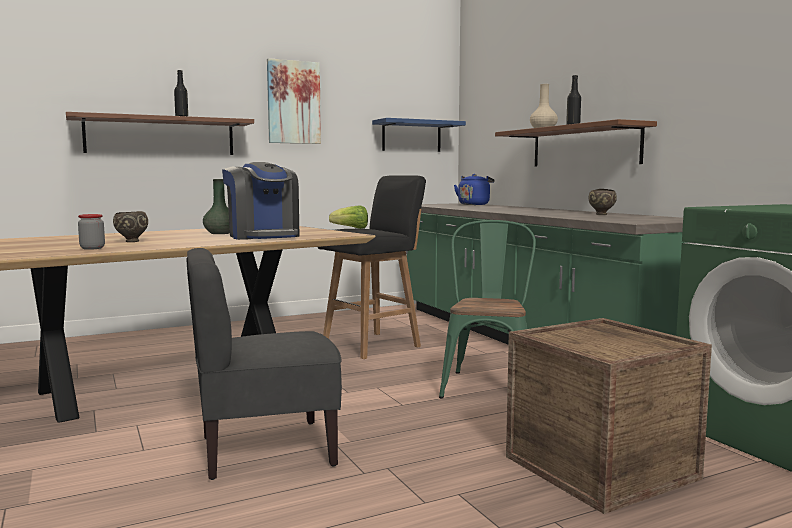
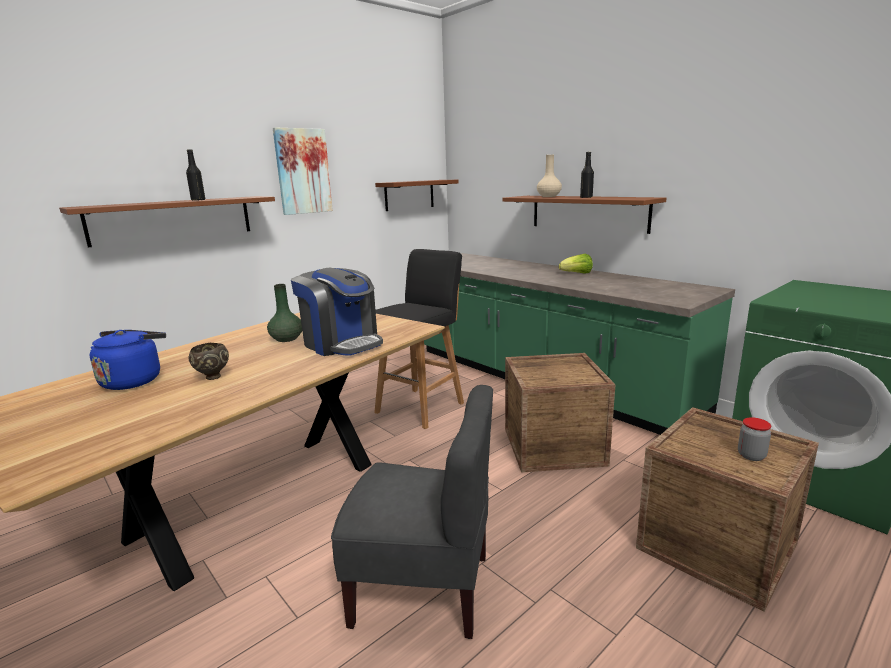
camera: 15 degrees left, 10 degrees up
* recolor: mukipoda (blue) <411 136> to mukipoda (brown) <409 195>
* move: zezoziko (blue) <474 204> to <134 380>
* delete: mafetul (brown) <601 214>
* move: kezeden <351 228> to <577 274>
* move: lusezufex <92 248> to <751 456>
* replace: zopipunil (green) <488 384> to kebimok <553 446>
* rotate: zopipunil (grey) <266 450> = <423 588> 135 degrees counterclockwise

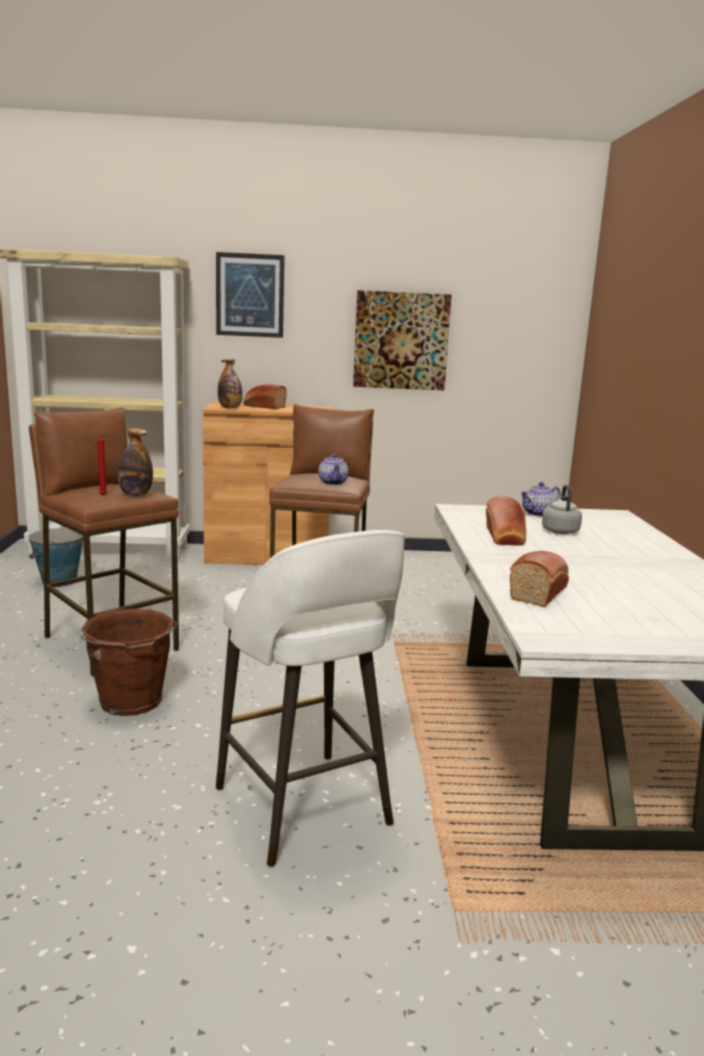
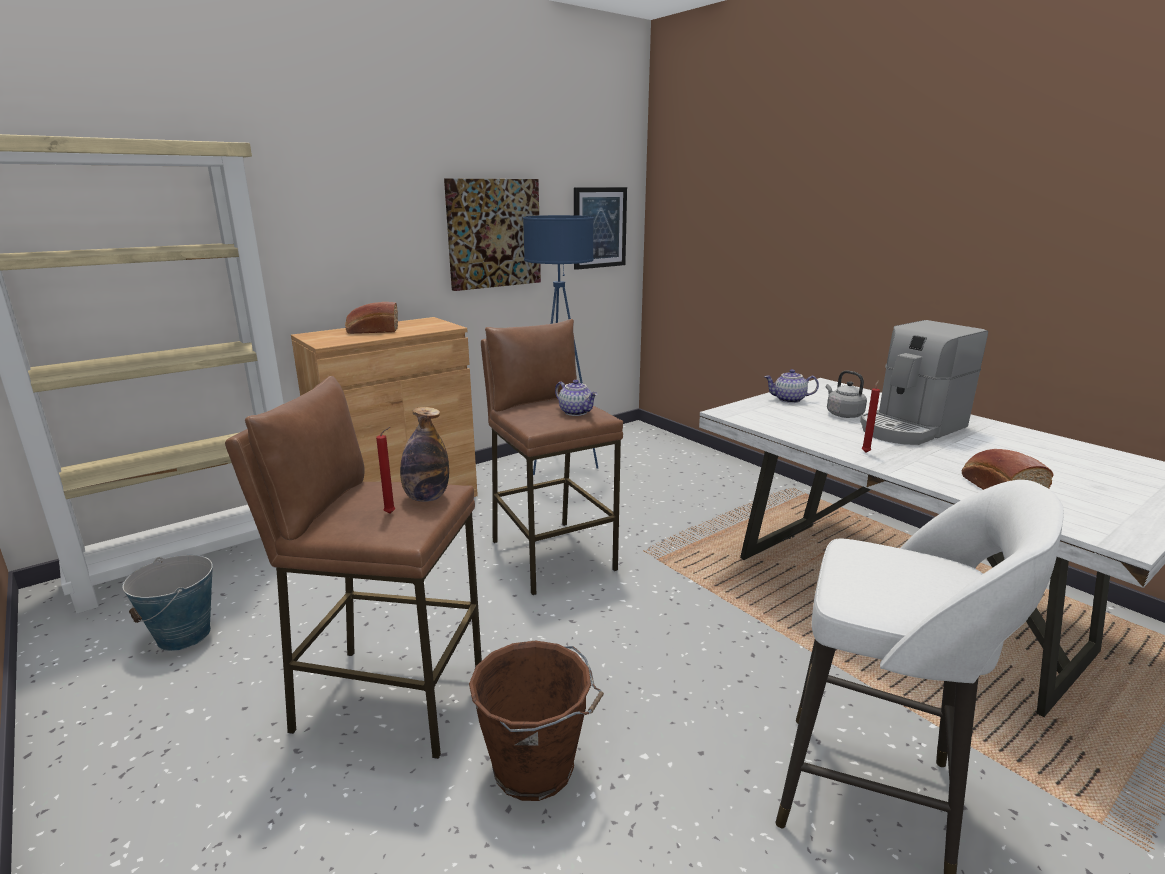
camera: 35 degrees left, 5 degrees up
* move: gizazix <250 295> to <599 227>
* delete: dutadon <230 408>
* rotate: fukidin <538 514> = <789 400> 75 degrees clockwise
* delete: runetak <505 537>
* insert: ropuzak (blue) <561 463>
* insert: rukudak <910 428>
* insert: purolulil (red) <866 452>

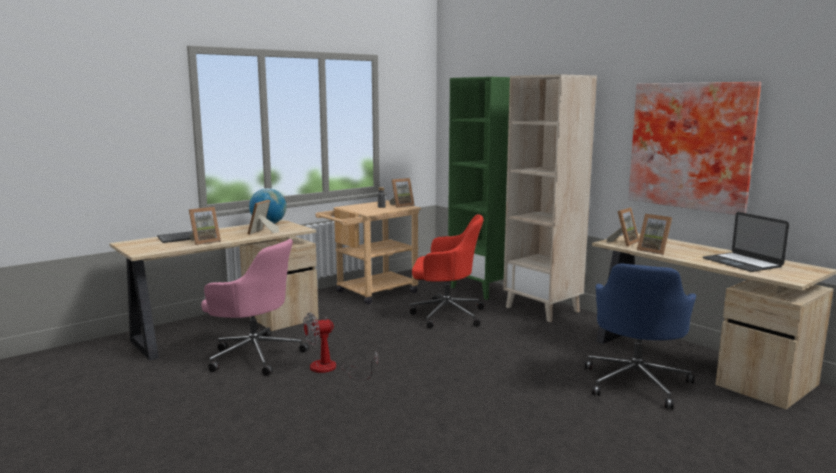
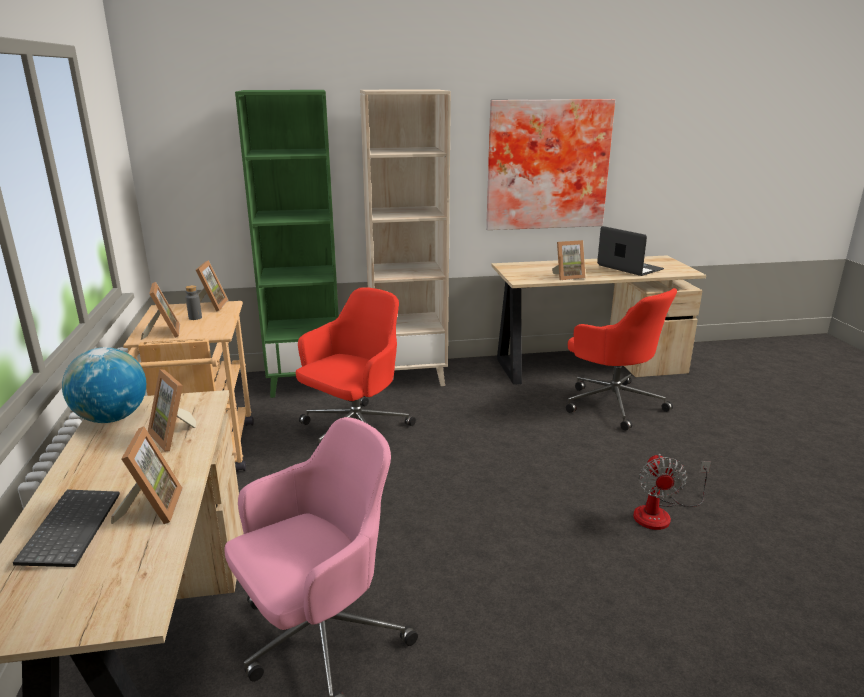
camera: 60 degrees left, 10 degrees up
* move: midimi <624 242> to <163 332>
* rotate: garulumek <742 262> = <629 267> 135 degrees counterclockwise
* recolor: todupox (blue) <636 382> to todupox (red) <612 403>
* move: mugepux <331 369> to <661 513>

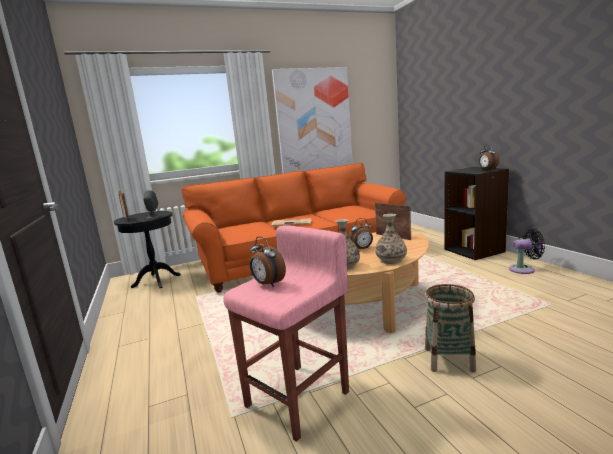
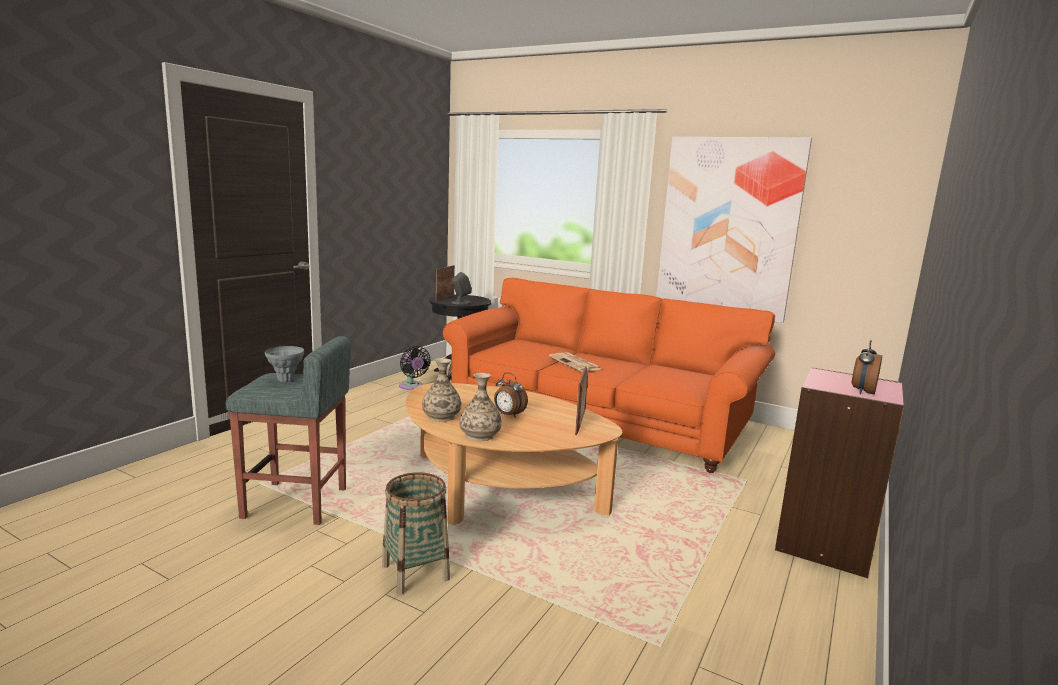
camera: 50 degrees right, 0 degrees up
* recolor: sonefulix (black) <474 250> to sonefulix (pink) <825 544>
* recolor: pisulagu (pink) <299 398> to pisulagu (grey) <297 503>
* move: mugepux (black) <524 269> to <412 386>
* replace: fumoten <268 284> to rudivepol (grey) <286 380>

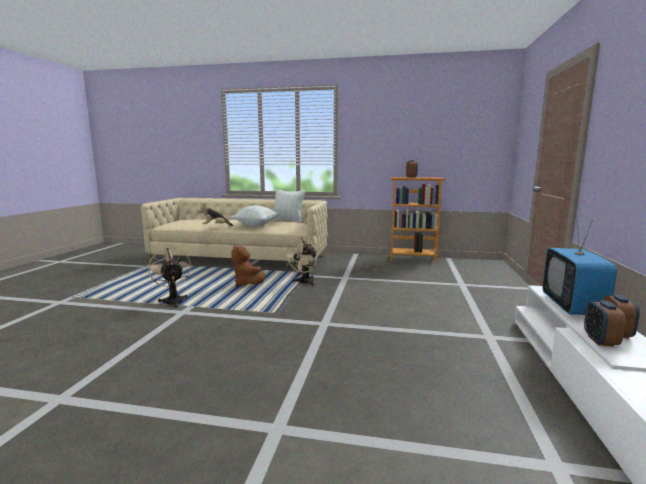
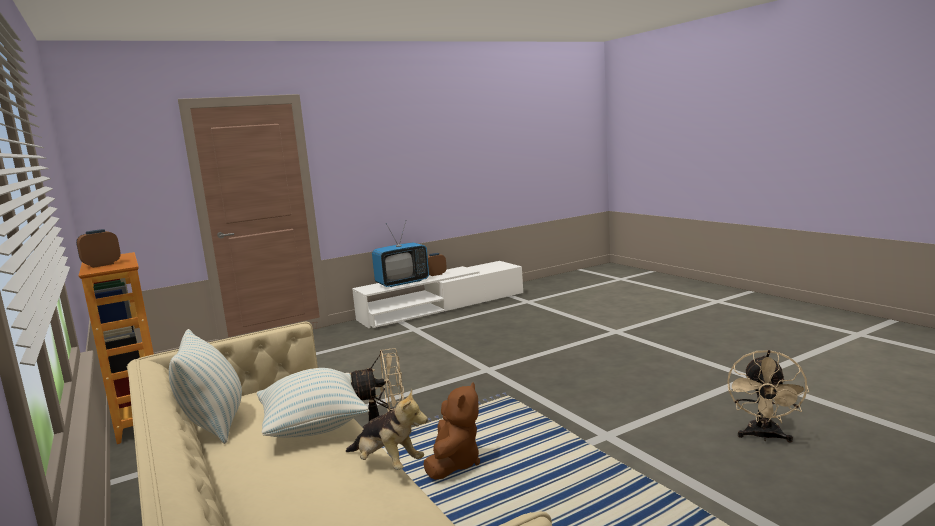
camera: 130 degrees left, 0 degrees up
* move: mugepux (beige) <173 300> to <764 437>
* delete: fumoten <600 341>

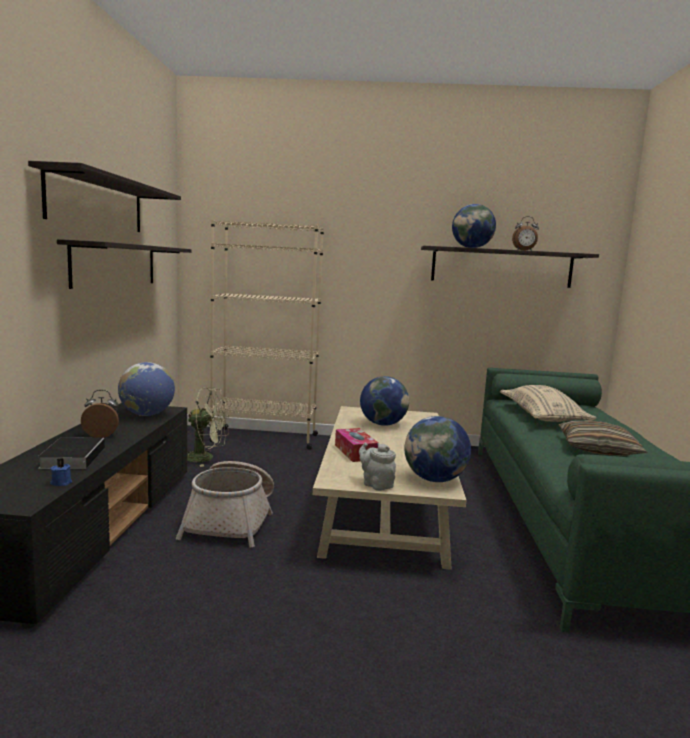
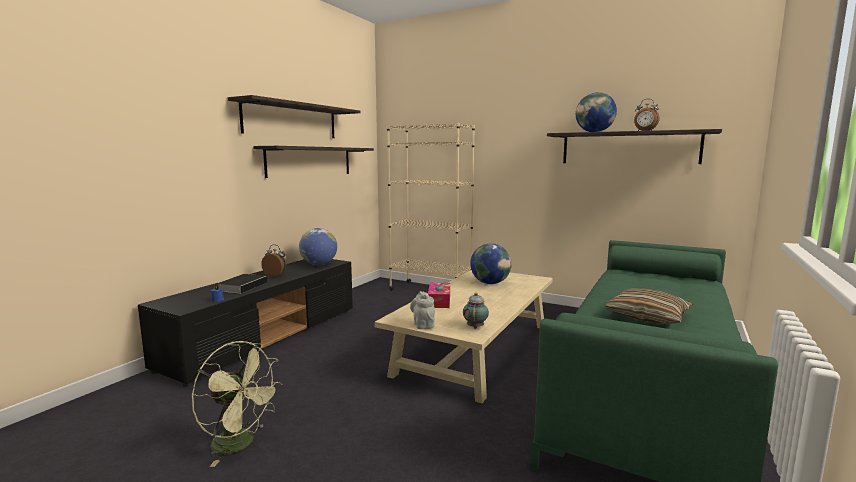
camera: 25 degrees right, 0 degrees up
* delete: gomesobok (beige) <542 417>
* move: mugepux (green) <206 458> to <241 444>
* replace: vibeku <435 479> to fukidin <475 327>
* delete: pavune <231 520>

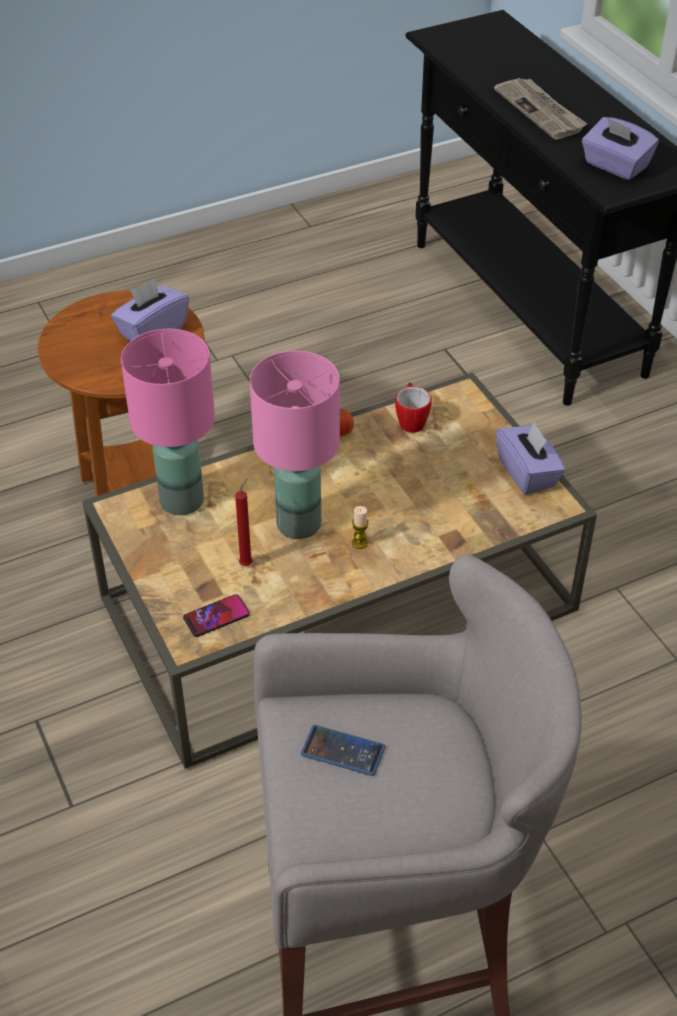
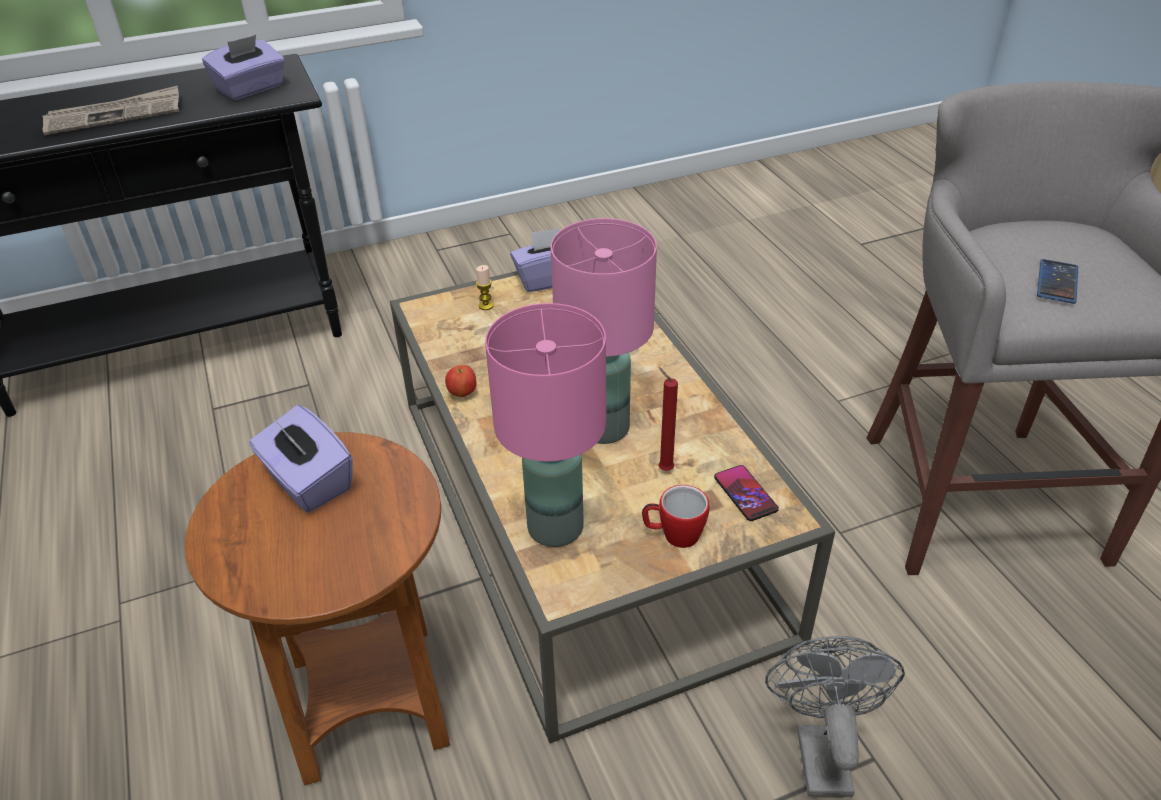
camera: 85 degrees left, 5 degrees down
* move: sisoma <411 420> to <673 535>
* move: purolulil <360 543> to <486 305>
* insert: mugepux (grey) <819 749>

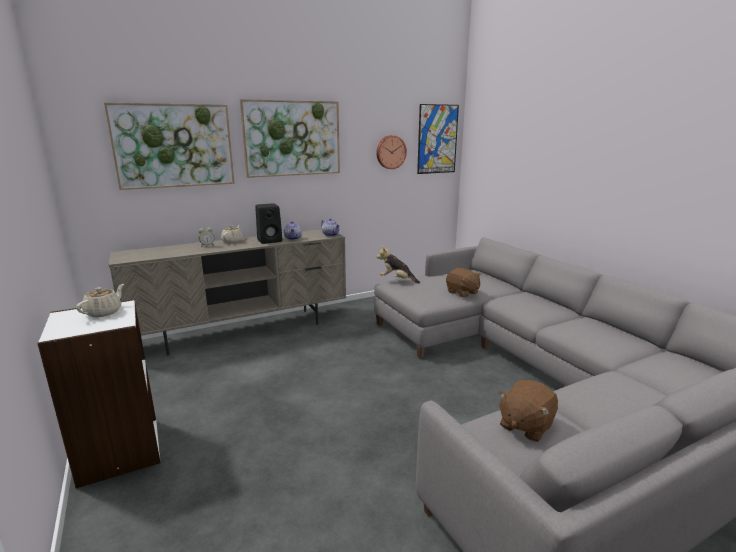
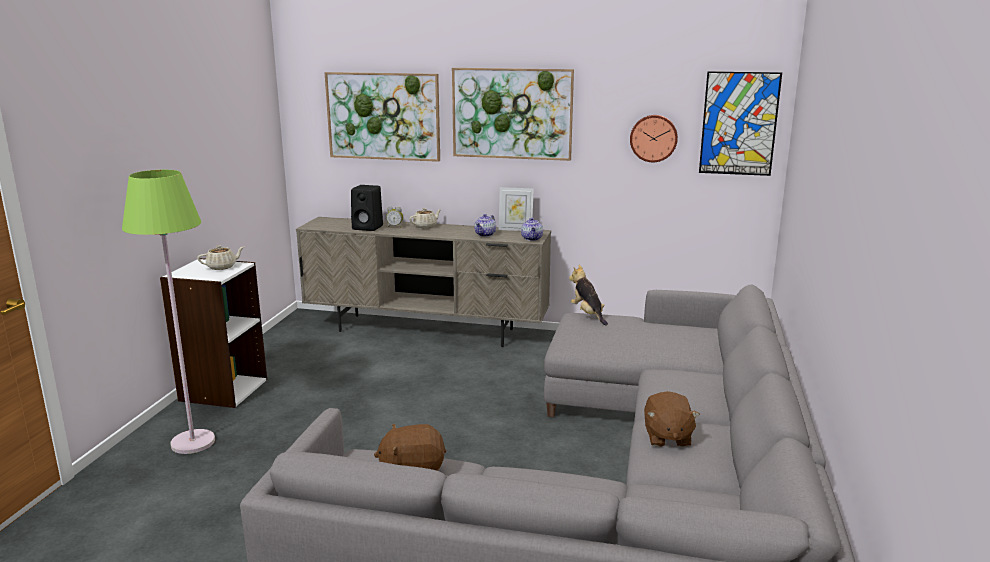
camera: 40 degrees right, 0 degrees up
* move: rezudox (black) <270 240> to <368 227>
* move: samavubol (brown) <462 292> to <667 437>
* insert: ropuzak (green) <193 442>
* insert: midimi <515 229>

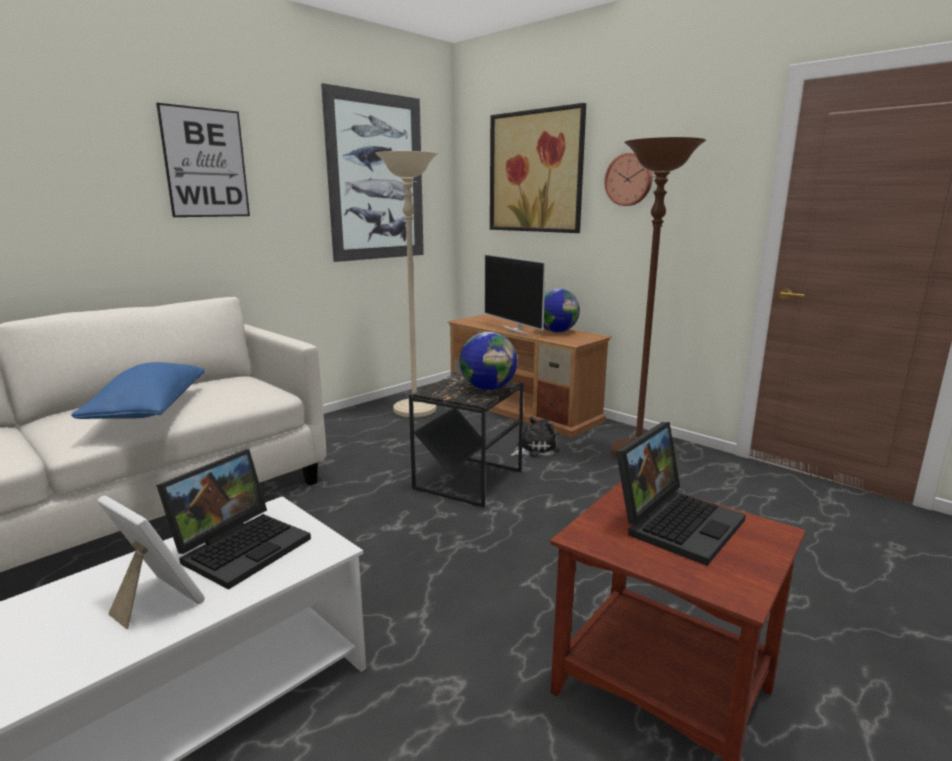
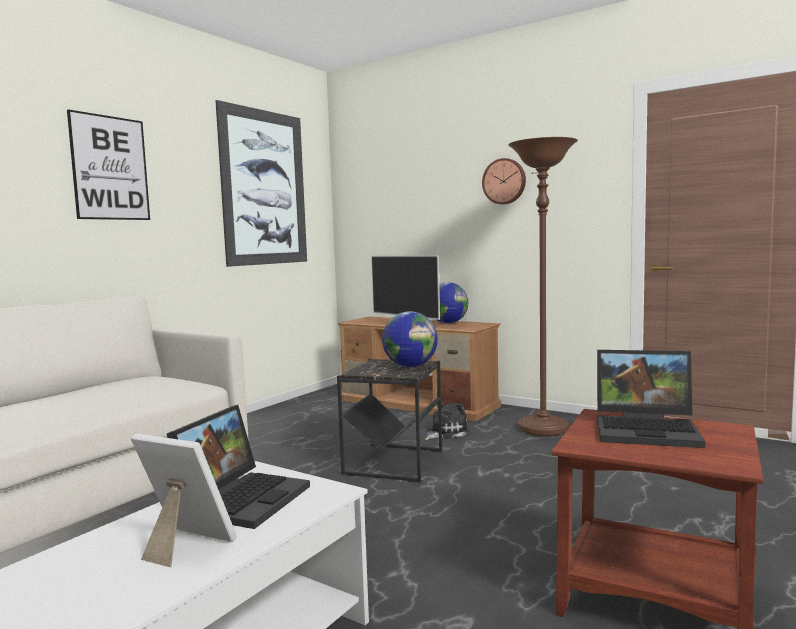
camera: 10 degrees left, 10 degrees down
* delete: gizazix <535 172>
* delete: ropuzak (beige) <415 411>
* delete: gomesobok (blue) <149 410>
* rotate: garulumek <676 522> = <648 430> 75 degrees clockwise

